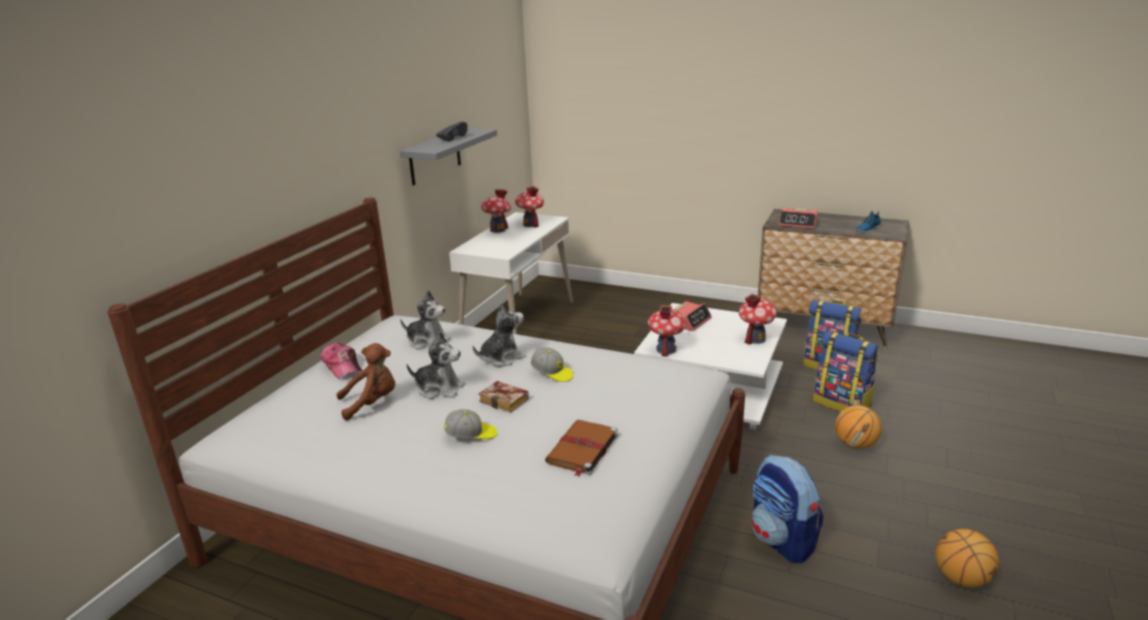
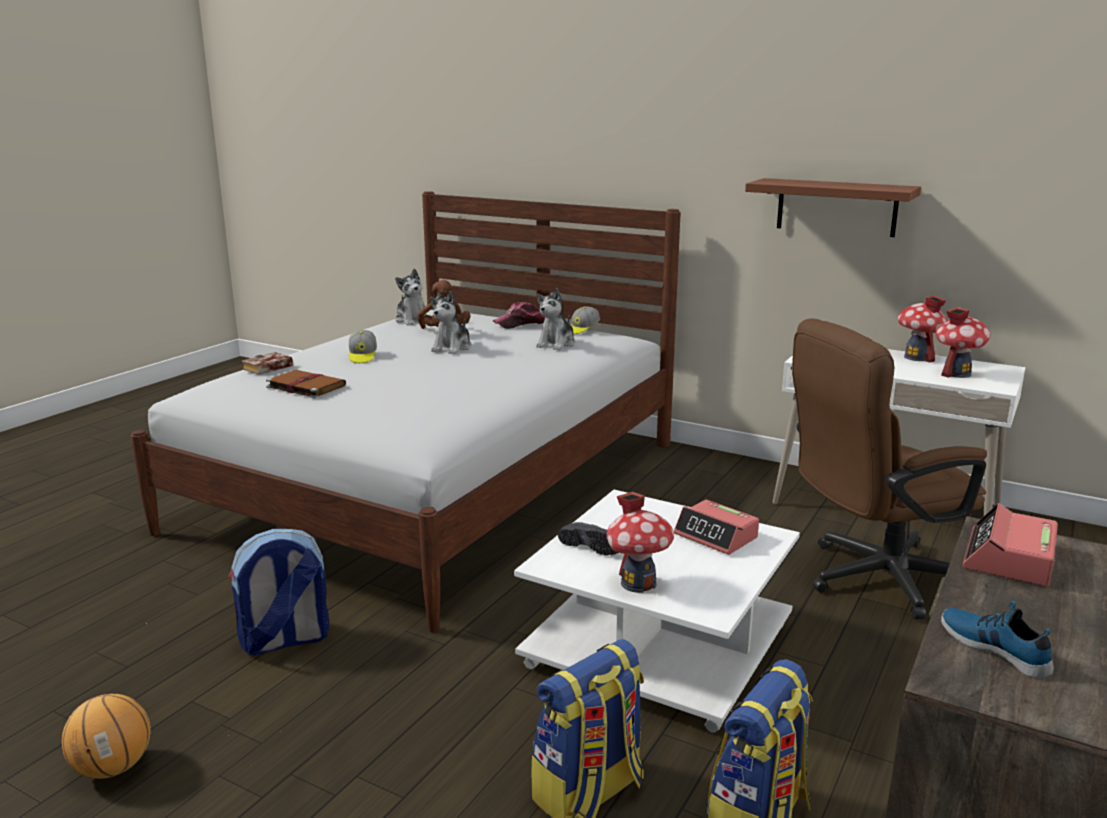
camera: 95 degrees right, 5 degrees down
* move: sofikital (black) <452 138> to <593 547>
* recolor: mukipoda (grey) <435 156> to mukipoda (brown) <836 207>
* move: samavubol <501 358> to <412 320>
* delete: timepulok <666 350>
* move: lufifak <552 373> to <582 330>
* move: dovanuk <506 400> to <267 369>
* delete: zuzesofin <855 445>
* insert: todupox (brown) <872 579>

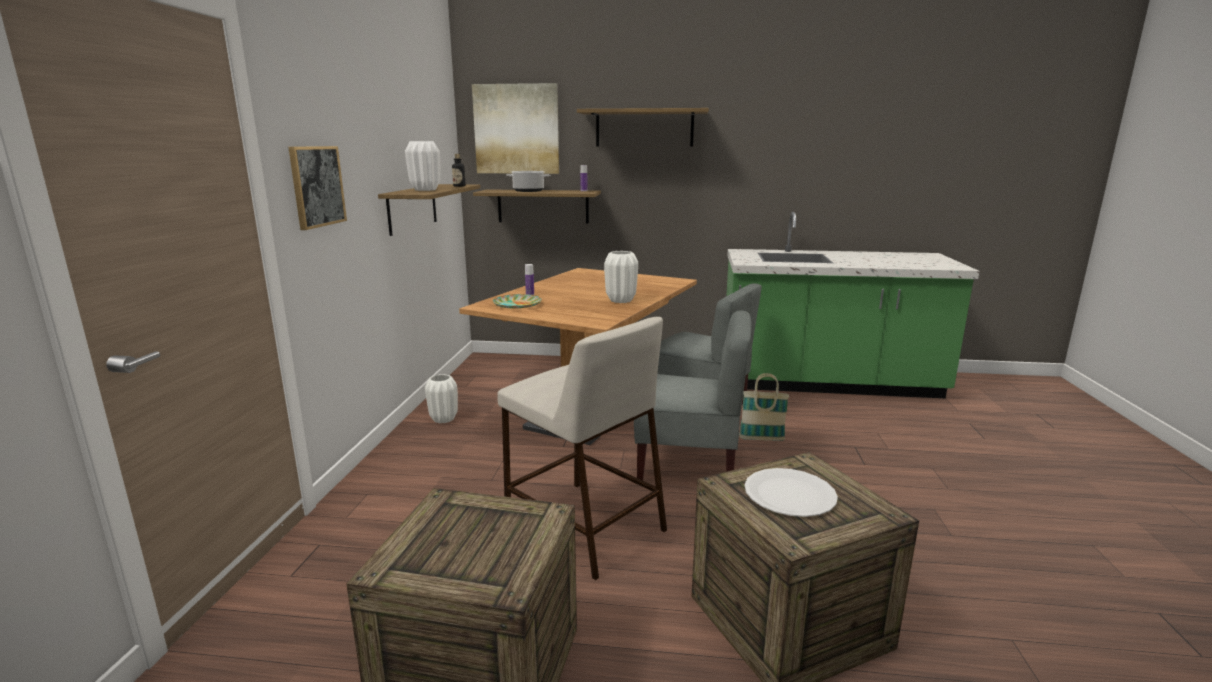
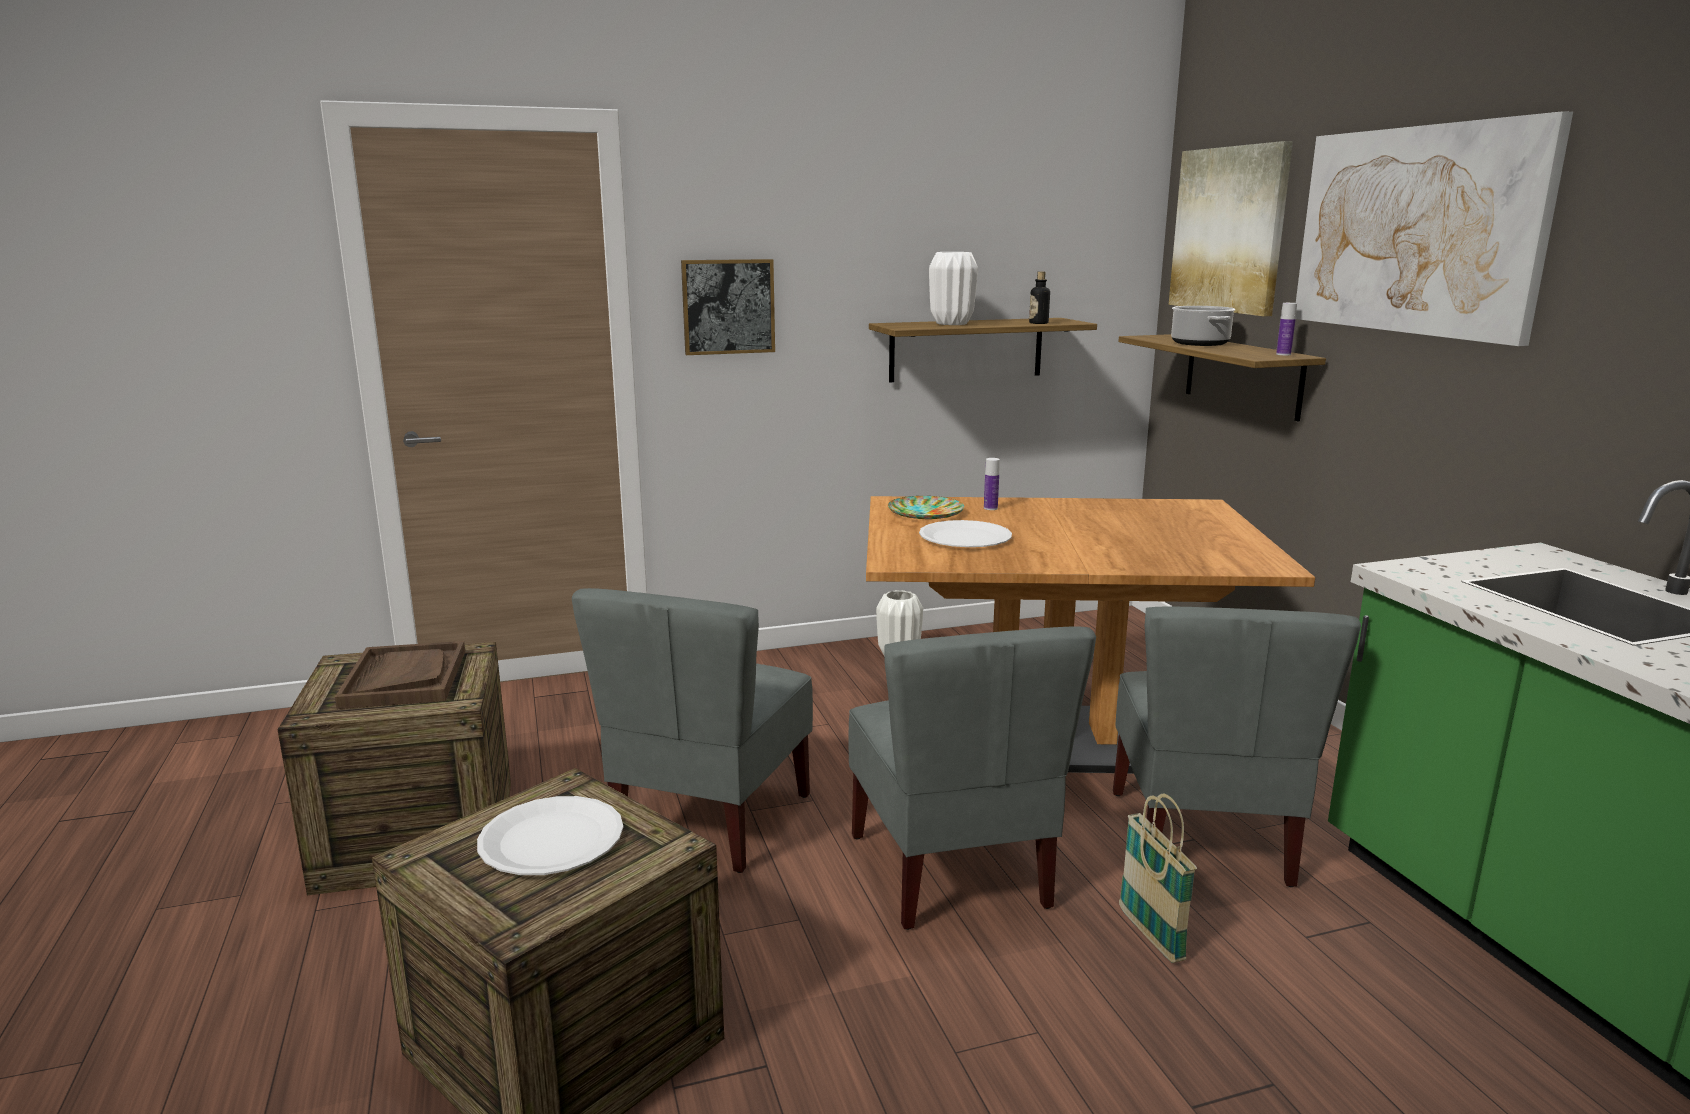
camera: 65 degrees right, 0 degrees up
* replace: mukipoda <644 128> to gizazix <1417 231>
* delete: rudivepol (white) <621 300>
* replace: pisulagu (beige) <583 525> to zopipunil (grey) <710 821>
* insert: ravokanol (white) <965 537>
* insert: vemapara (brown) <404 678>

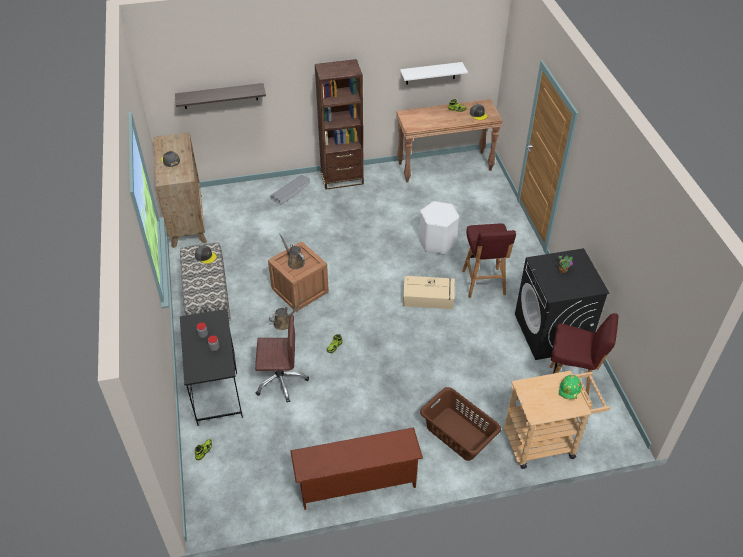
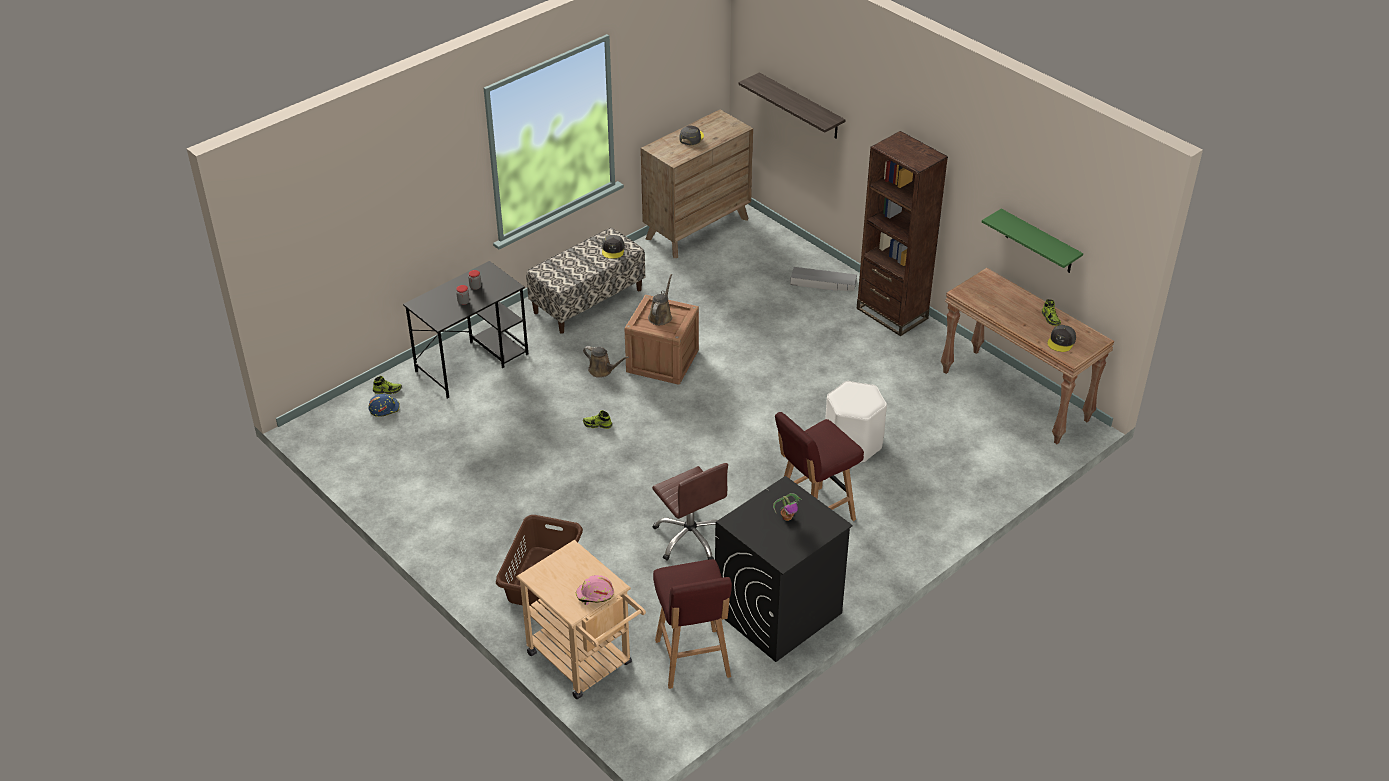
camera: 60 degrees right, 5 degrees down
* recolor: mukipoda (white) <430 73> to mukipoda (green) <1039 242>
* delete: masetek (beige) <429 297>
* move: todupox (brown) <280 380> to <690 537>
* recolor: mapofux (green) <570 390> to mapofux (pink) <595 594>
* delete: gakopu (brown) <357 484>
* insert: mapofux (blue) <384 408>

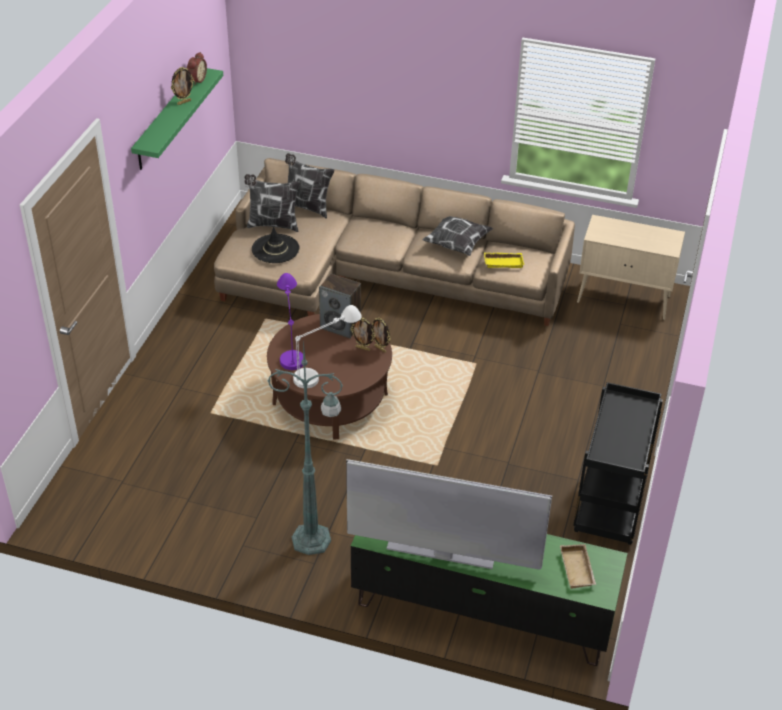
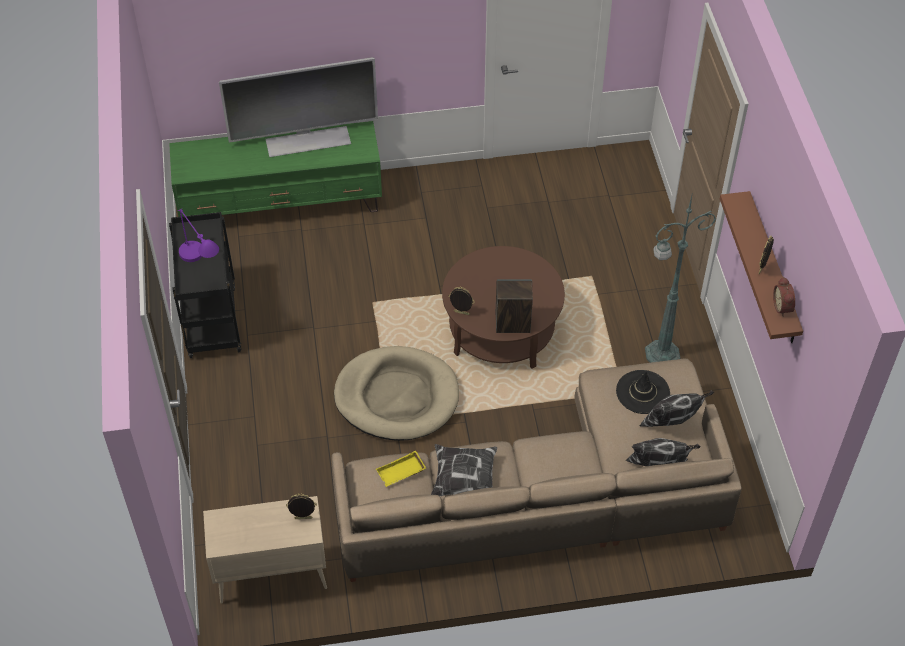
camera: 155 degrees right, 10 degrees up
* recolor: mukipoda (green) <167 119> to mukipoda (brown) <772 270>
* move: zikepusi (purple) <290 346> to <201 267>
* delete: zikepusi (white) <325 370>
* move: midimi <363 348> to <303 519>
* move: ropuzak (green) <313 540> to <660 354>
* delete: vemapara (beige) <578 569>
* insert: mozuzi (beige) <397 397>

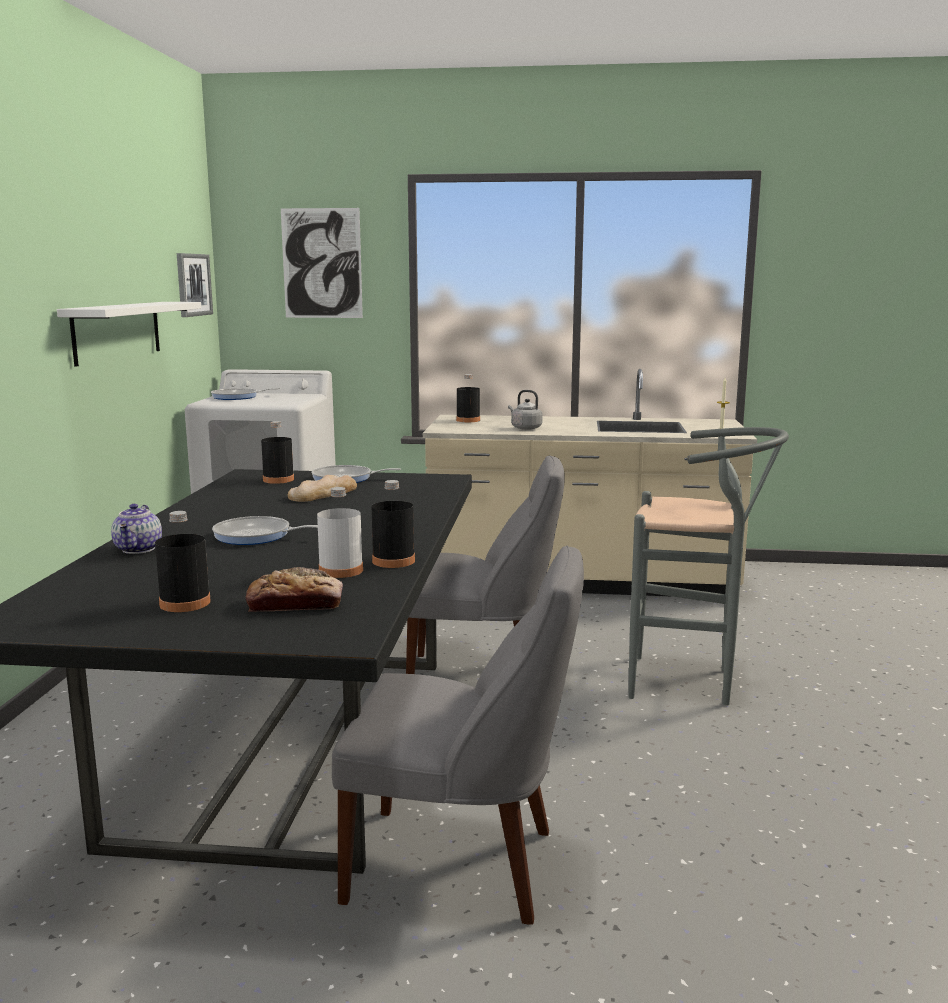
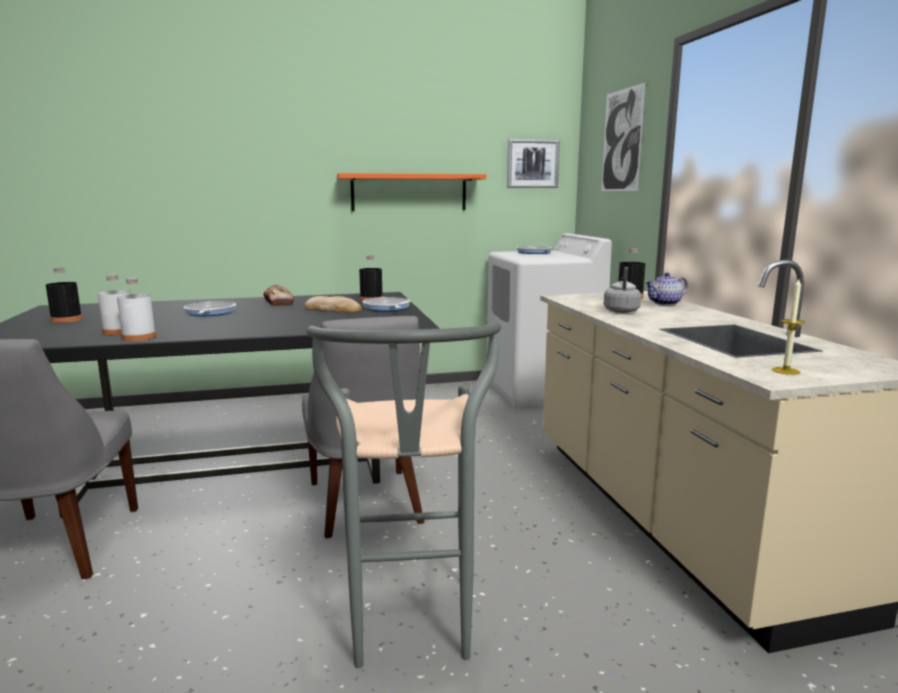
camera: 70 degrees right, 0 degrees up
* recolor: mukipoda (white) <117 331> to mukipoda (orange) <409 192>
* recolor: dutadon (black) <393 561> to dutadon (white) <139 337>
* move: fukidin <139 549> to <665 303>
* move: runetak <296 604> to <278 302>

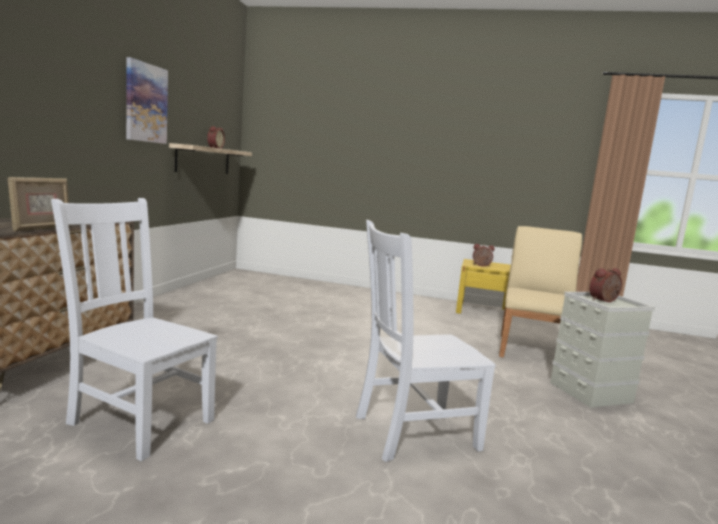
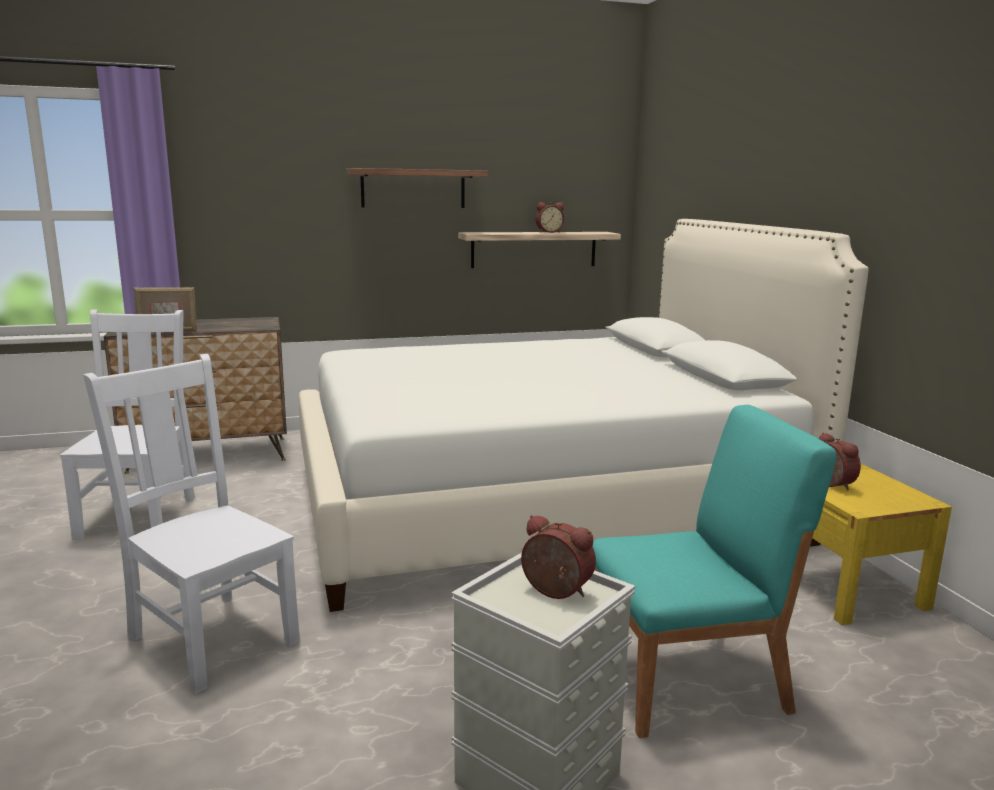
camera: 60 degrees right, 5 degrees up
* replace: gizazix <146 103> to mukipoda <413 188>
* recolor: zopipunil (beige) <533 350> to zopipunil (turquoise) <688 680>
* insert: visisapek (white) <540 502>

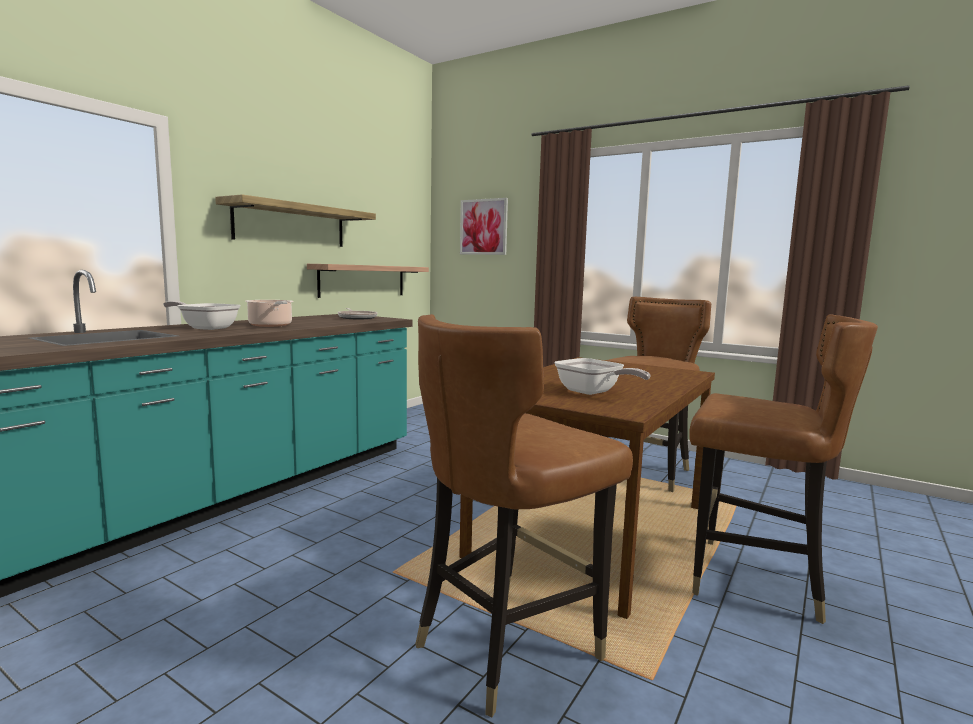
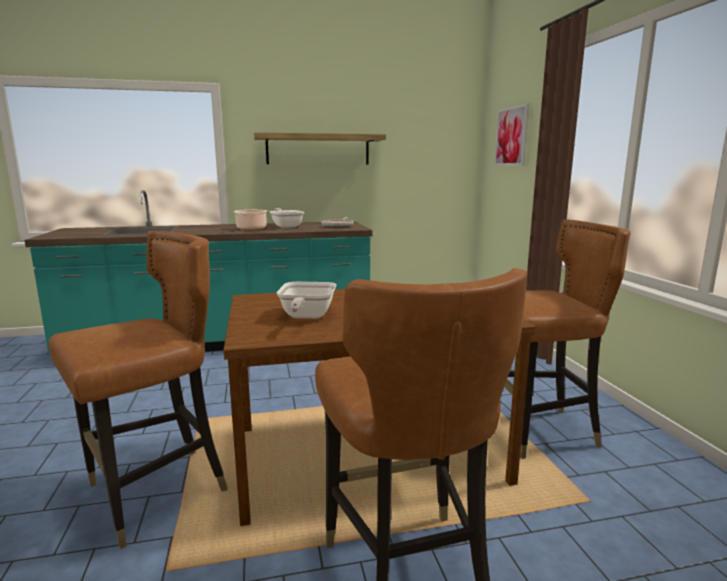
camera: 45 degrees right, 5 degrees up
* delete: mukipoda <363 280>
* move: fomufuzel <206 328> to <286 226>
* rotate: zopipunil (brown) <507 645> = <156 493> 135 degrees clockwise

